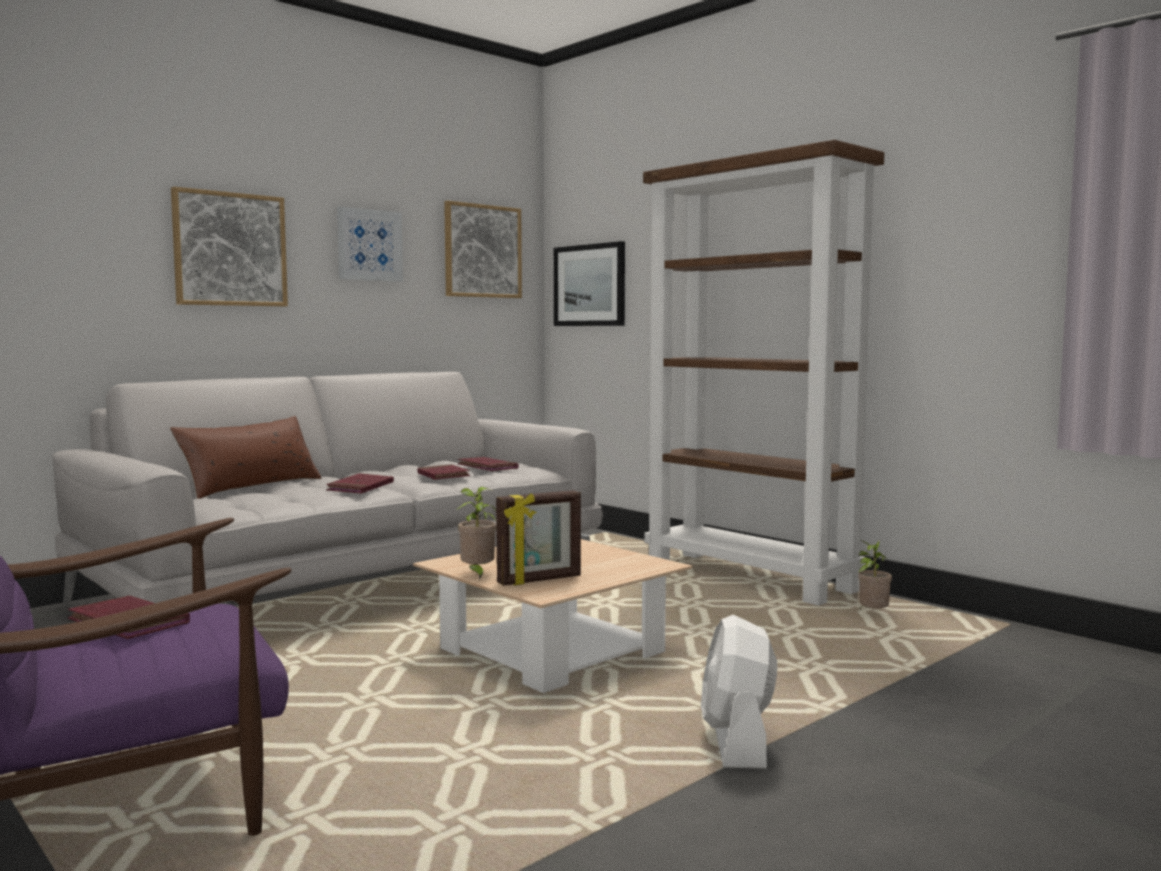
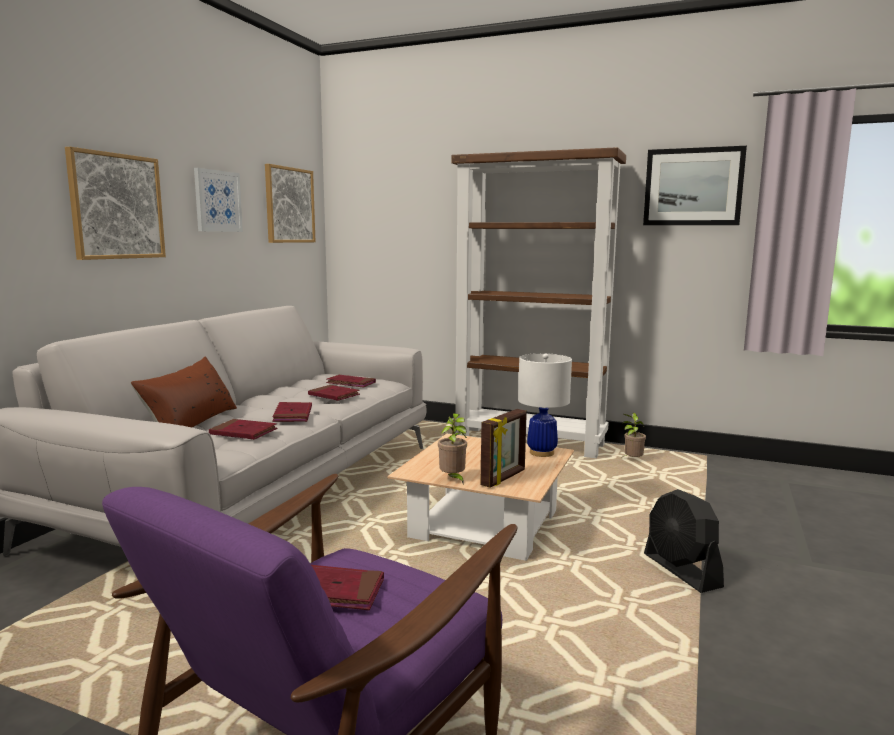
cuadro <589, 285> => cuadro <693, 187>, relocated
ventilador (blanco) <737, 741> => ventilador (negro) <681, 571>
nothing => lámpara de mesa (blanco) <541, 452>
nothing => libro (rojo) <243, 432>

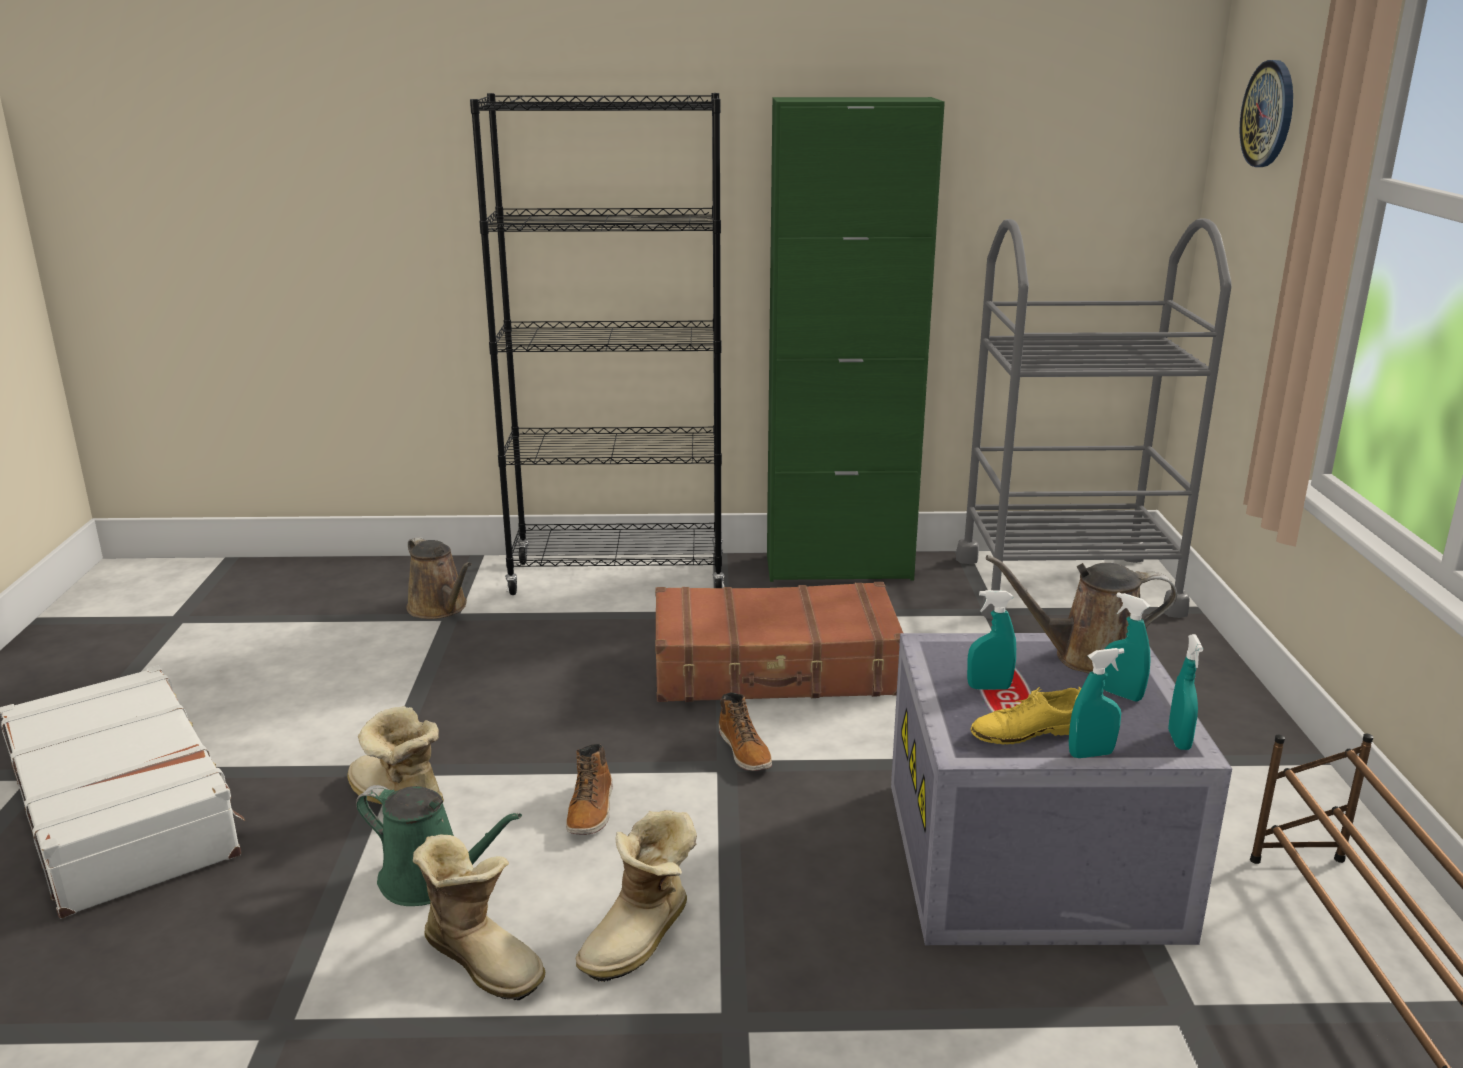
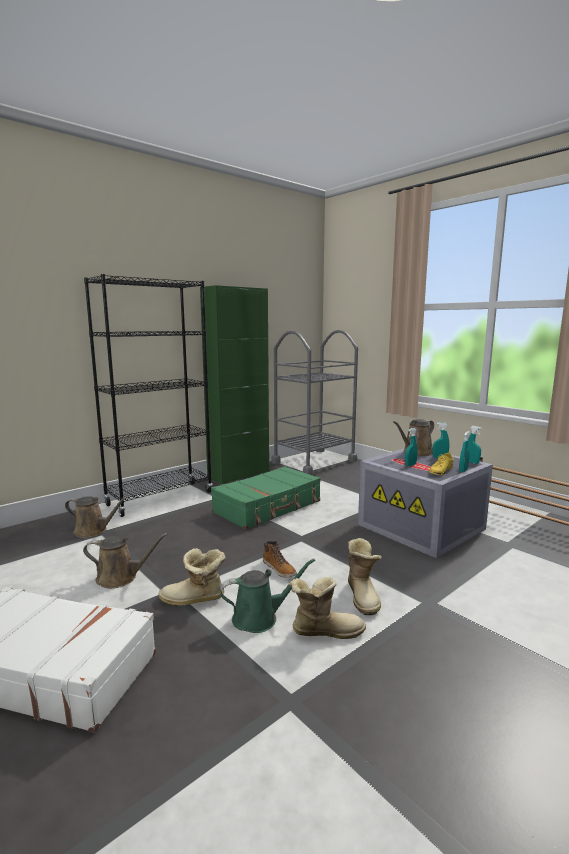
reloj de pared <1269, 114> => nothing
maleta (marrón) <775, 669> => maleta (verde) <268, 507>
bota <745, 751> => nothing
nothing => regadera (marrón) <121, 578>

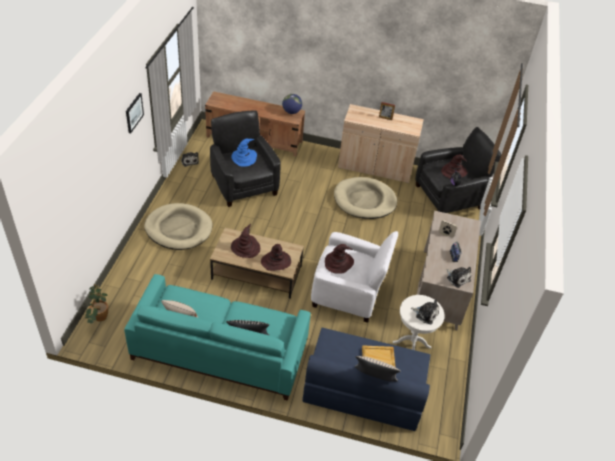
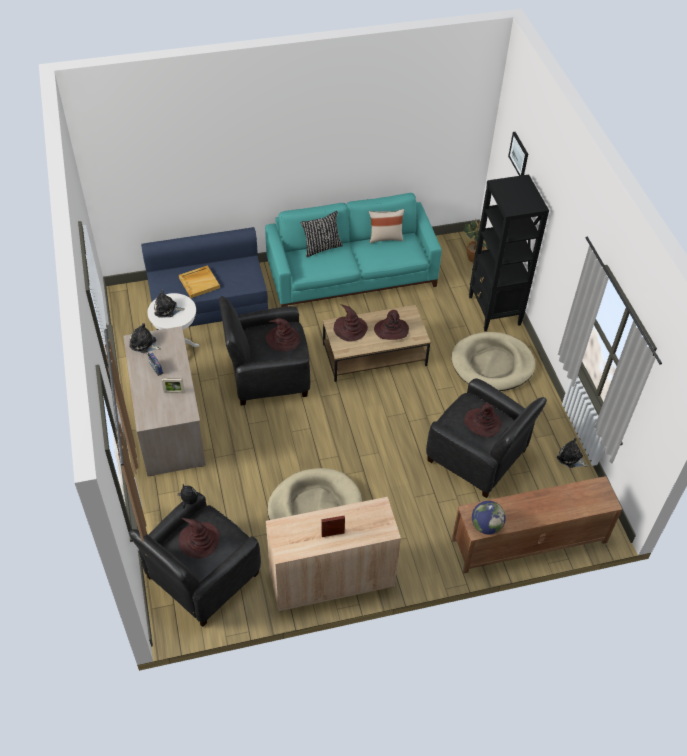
cuadro <134, 112> => cuadro <519, 155>, relocated
sombrero (azul) <244, 158> => sombrero (marrón) <482, 423>
sillón (blanco) <348, 293> => sillón (negro) <267, 374>
cojín (beis) <374, 380> => nothing
nothing => estantería (negro) <494, 311>

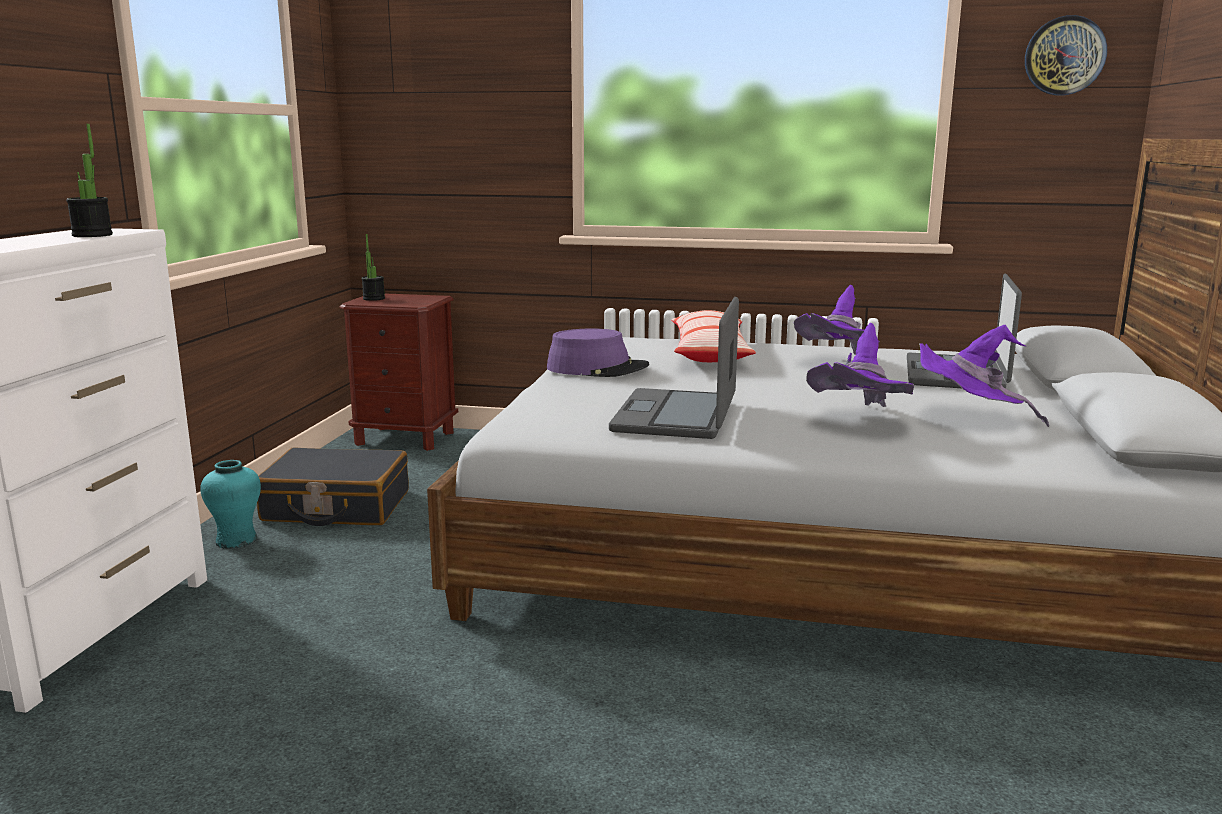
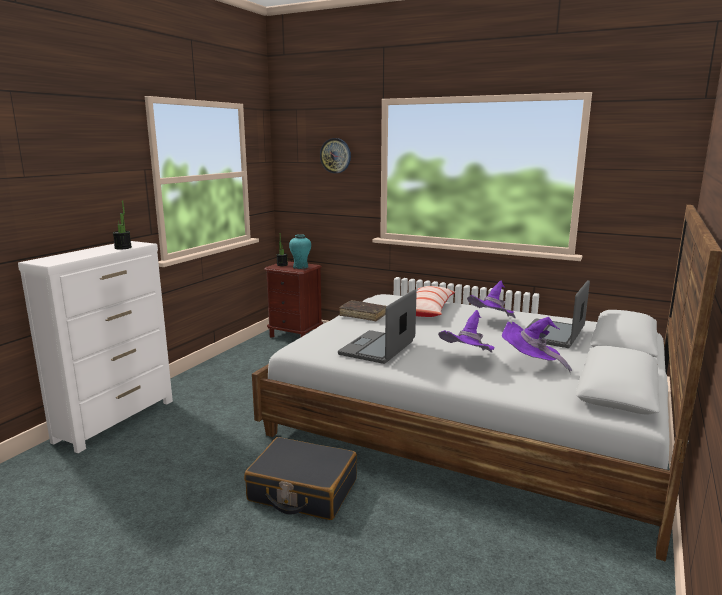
reloj de pared <1064, 56> => reloj de pared <335, 155>, relocated
sombrero (morado) <597, 368> => libro (marrón) <363, 315>
maleta (negro) <336, 506> => maleta (negro) <302, 490>, relocated
florero (turquesa) <236, 541> => florero (turquesa) <300, 267>, relocated

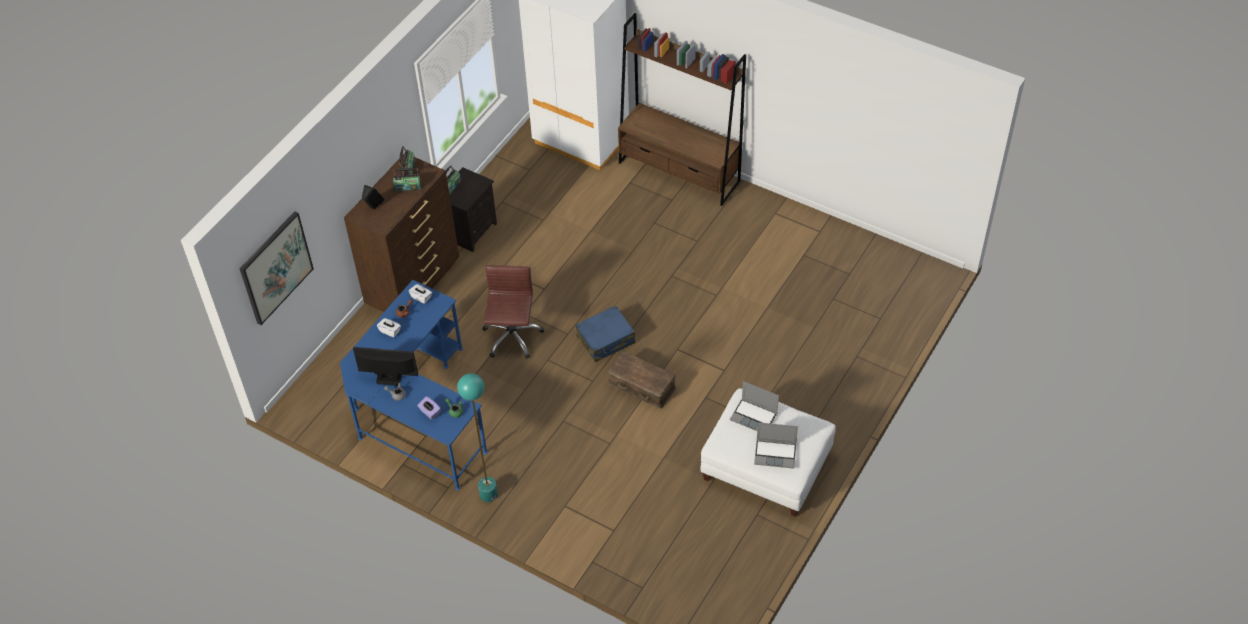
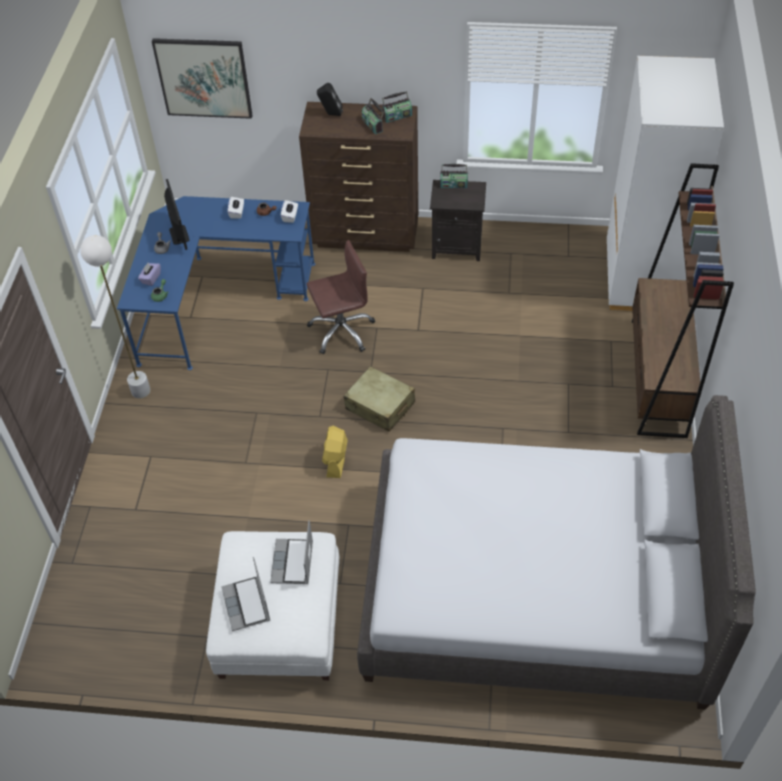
maleta (azul) <606, 339> => maleta (beis) <380, 406>
caja de almacenaje (marrón) <642, 385> => ventilador (amarillo) <336, 460>
lámpara de pie (turquesa) <488, 494> => lámpara de pie (blanco) <140, 391>
nothing => cama (gris) <536, 589>

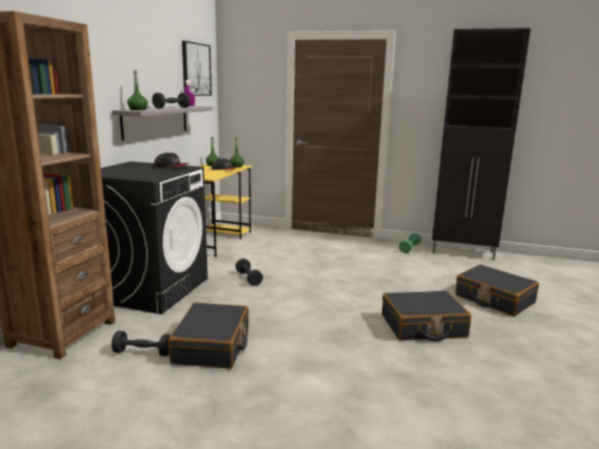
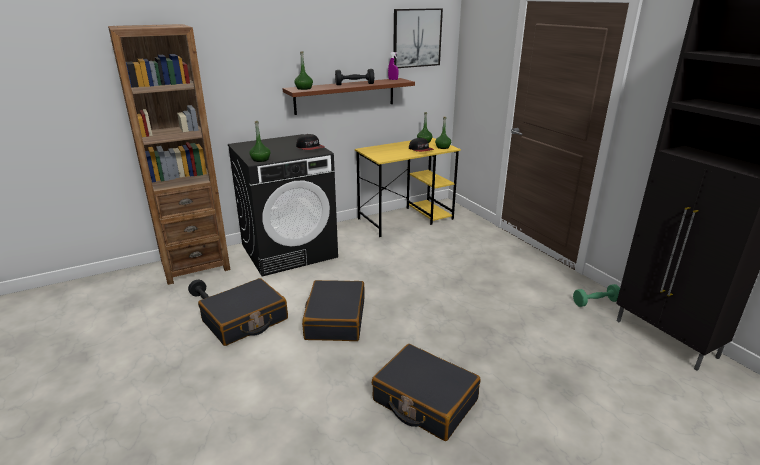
estante (gris) <156, 121> => estante (marrón) <345, 96>
mancuerna (negro) <248, 278> => nothing
maleta (negro) <494, 299> => maleta (negro) <335, 319>, relocated
nothing => botella (verde) <260, 159>

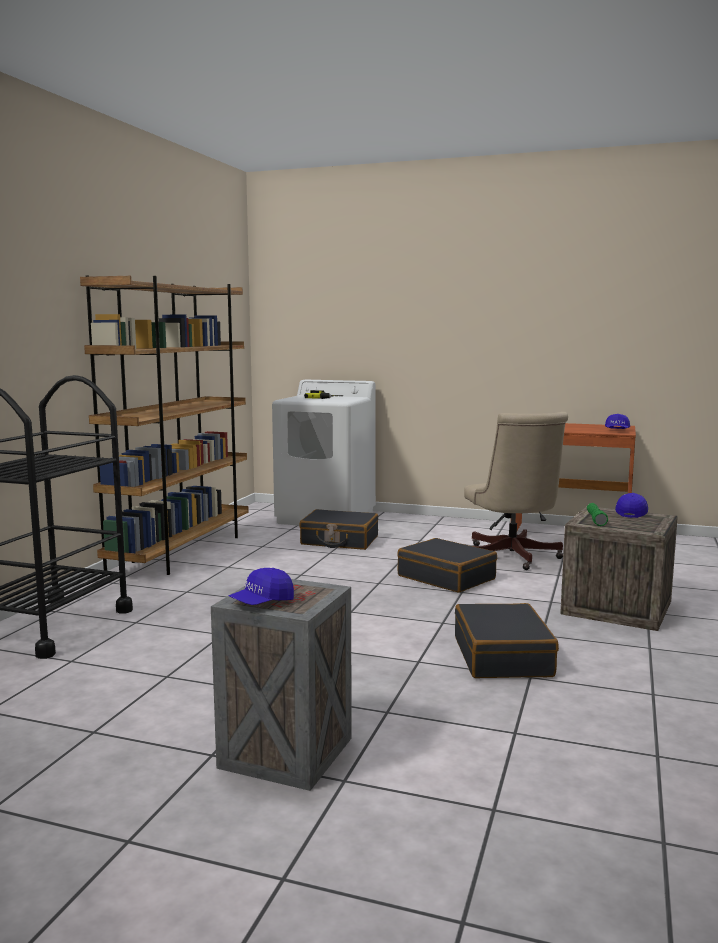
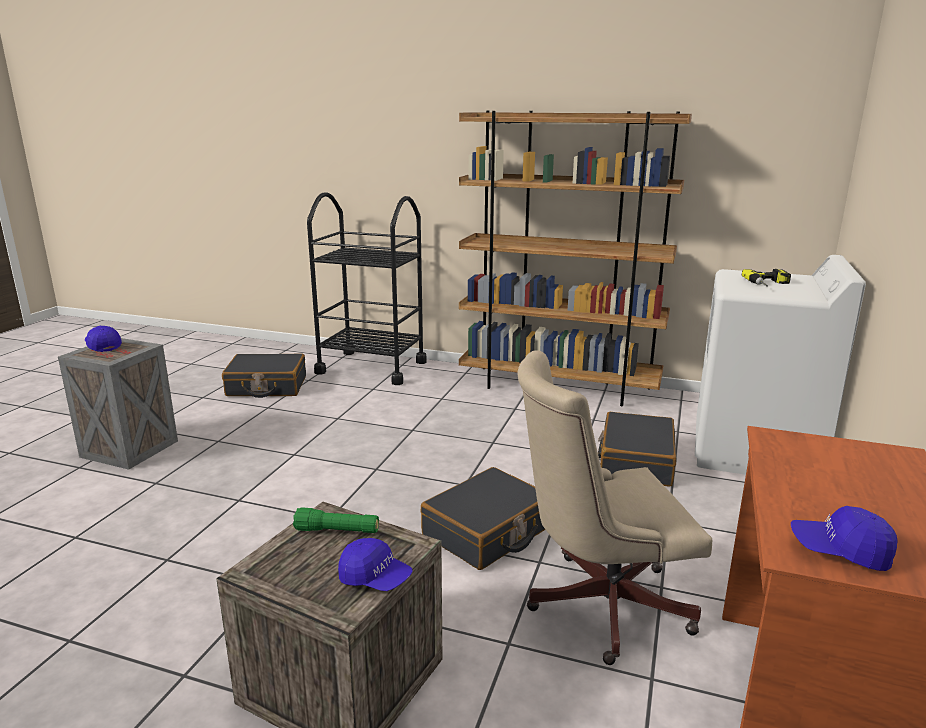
maleta (negro) <503, 657> => maleta (negro) <266, 386>, relocated

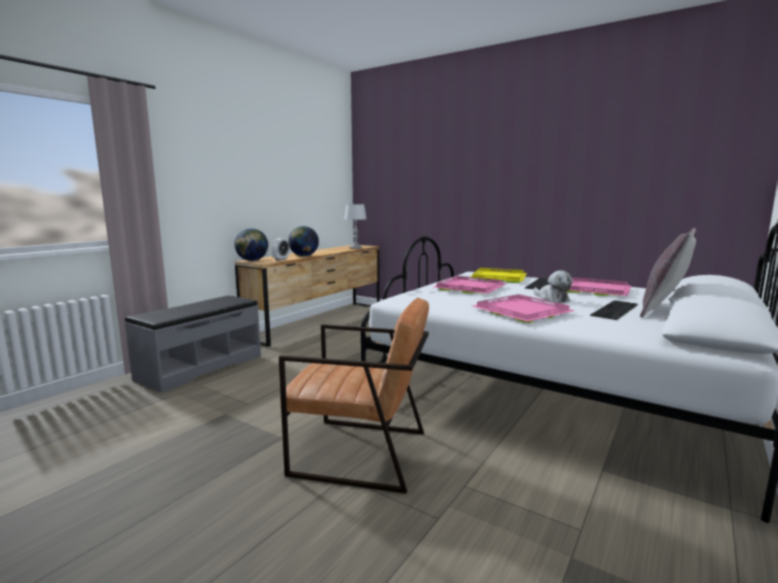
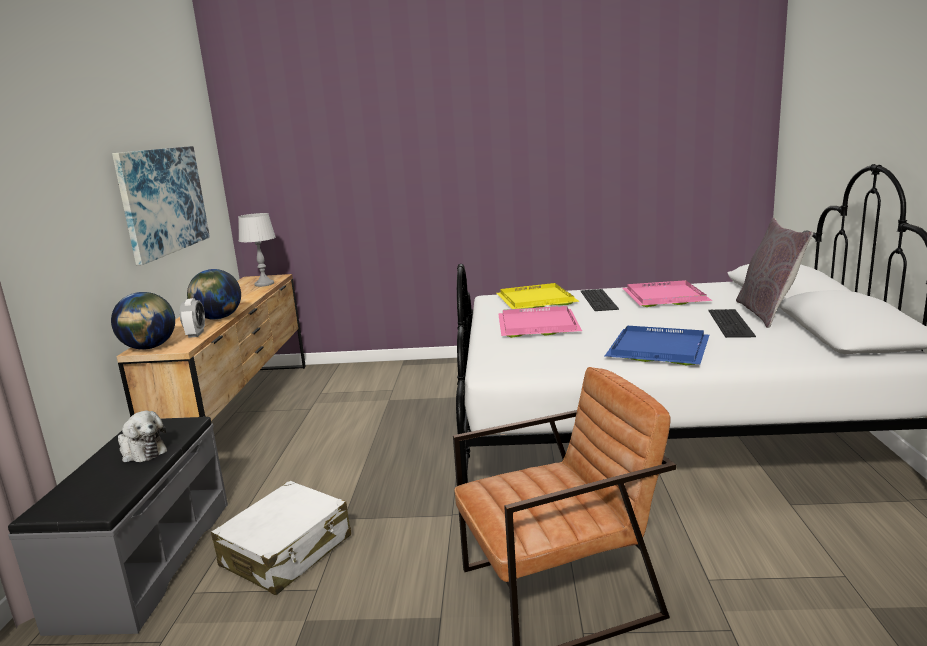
peluche <551, 299> => peluche <141, 452>, relocated
bandeja (rosa) <522, 312> => bandeja (azul) <659, 350>
nothing => cuadro <163, 201>
nothing => maleta (blanco) <287, 551>

